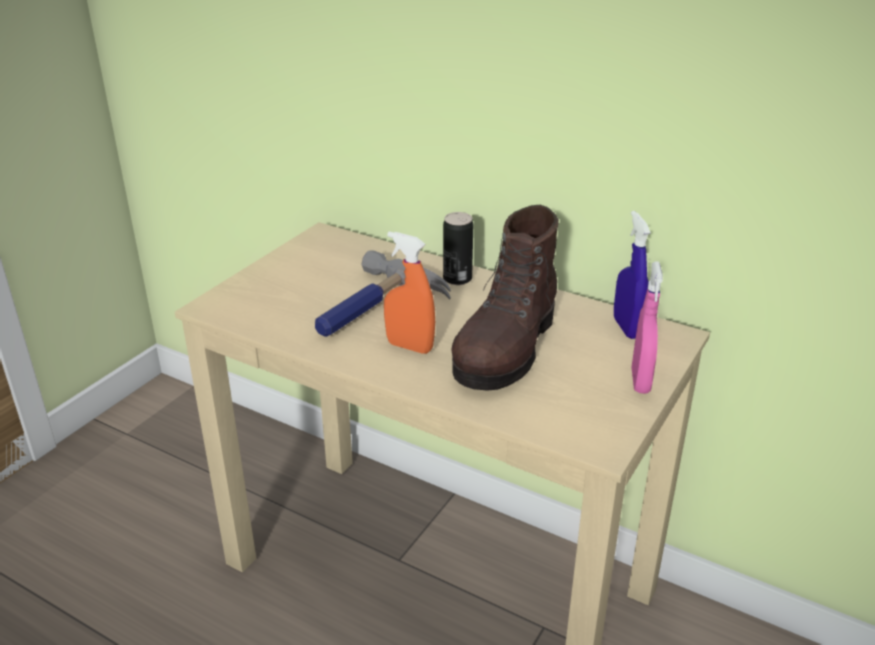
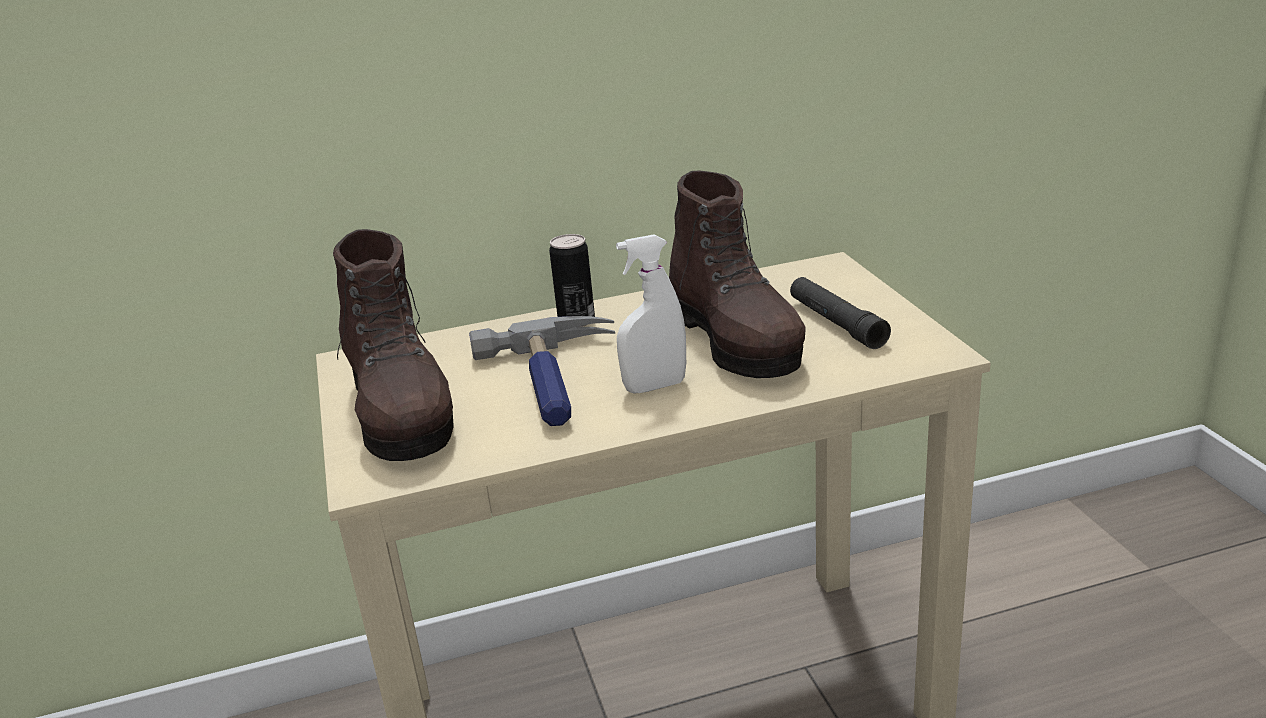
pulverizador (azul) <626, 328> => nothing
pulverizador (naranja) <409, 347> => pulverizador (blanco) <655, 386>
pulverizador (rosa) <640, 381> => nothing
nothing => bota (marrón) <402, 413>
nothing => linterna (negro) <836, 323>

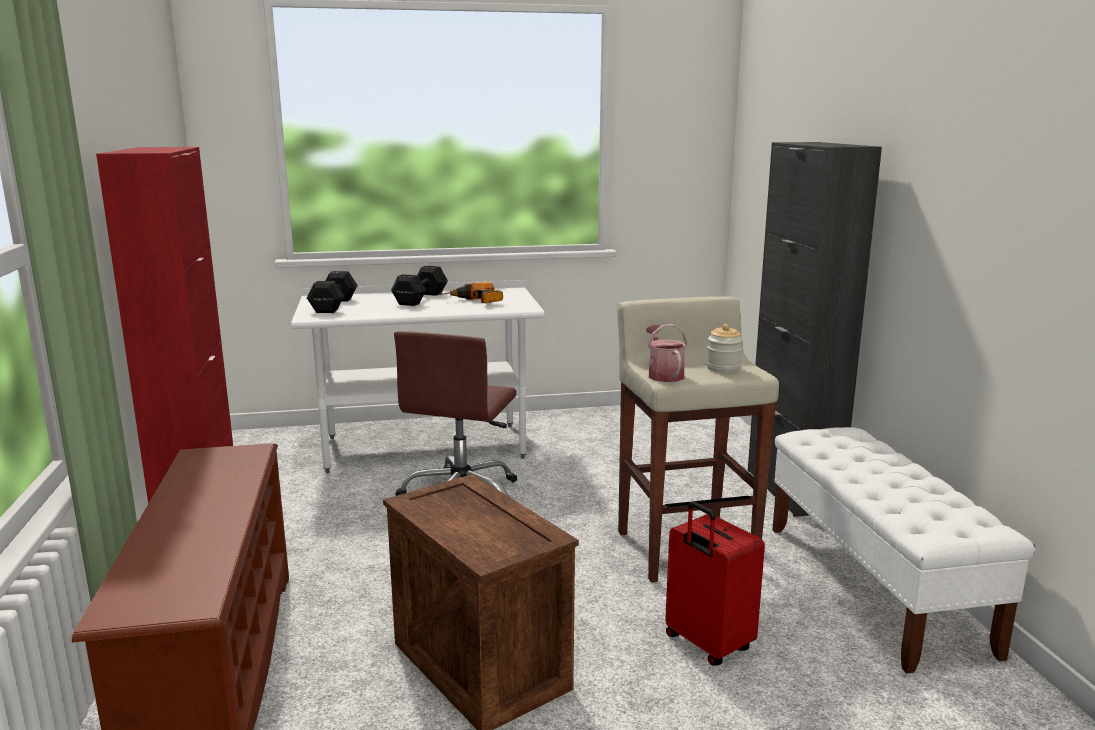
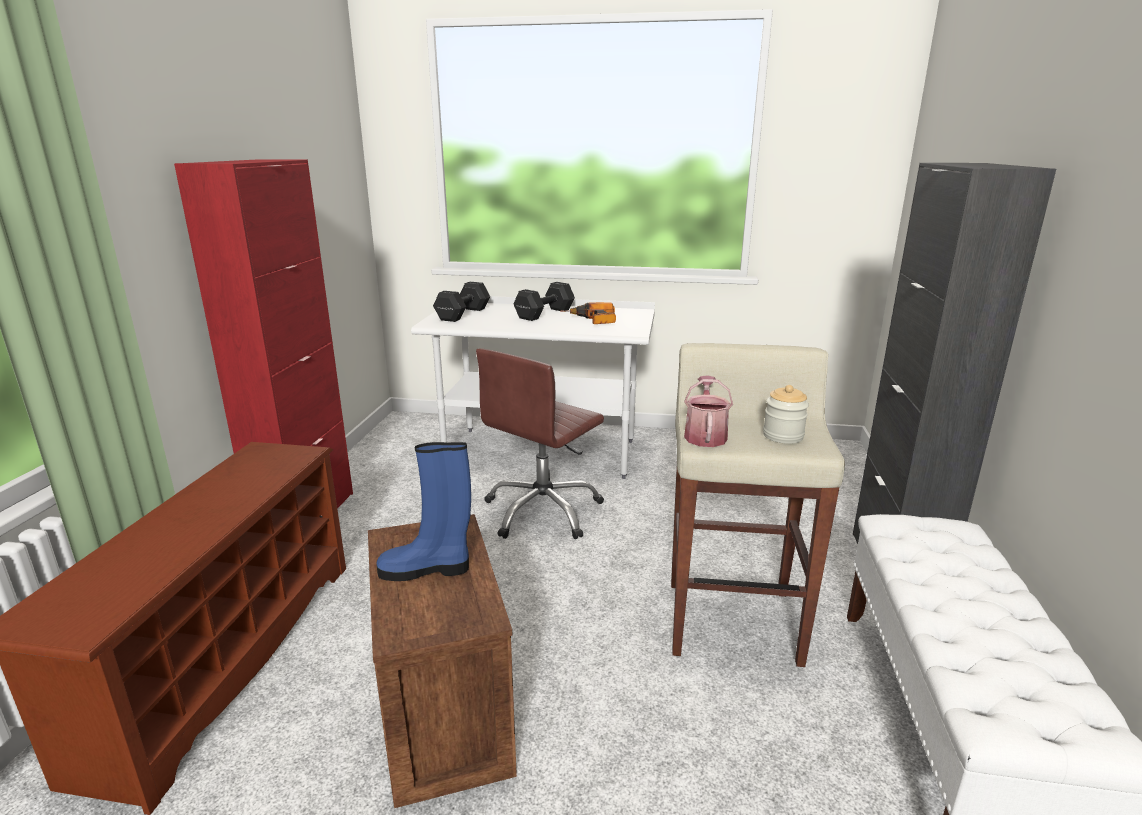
maleta (rojo) <706, 644> => nothing
nothing => bota (azul) <427, 569>

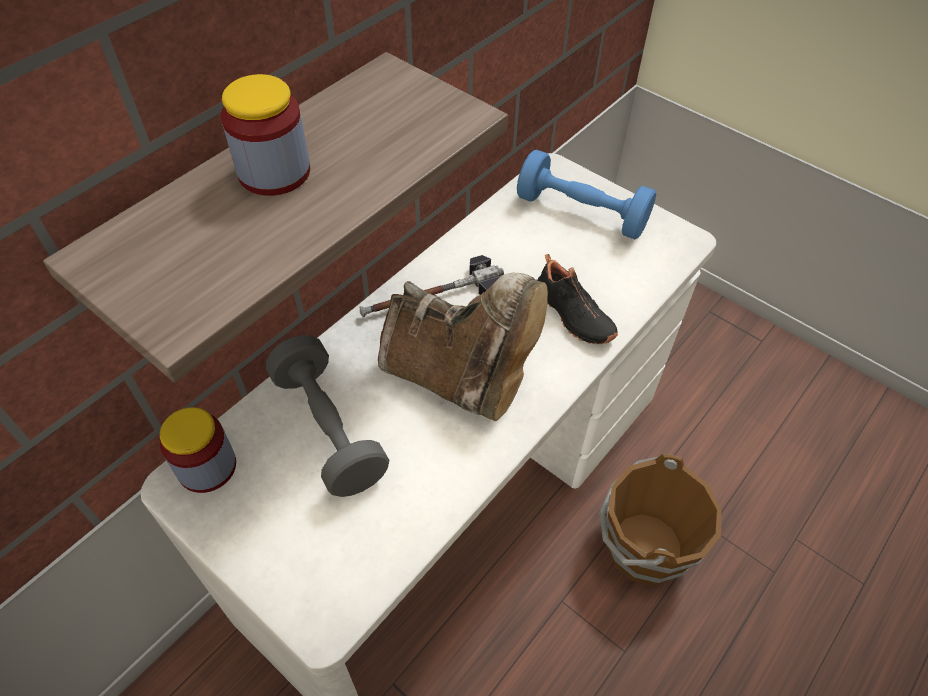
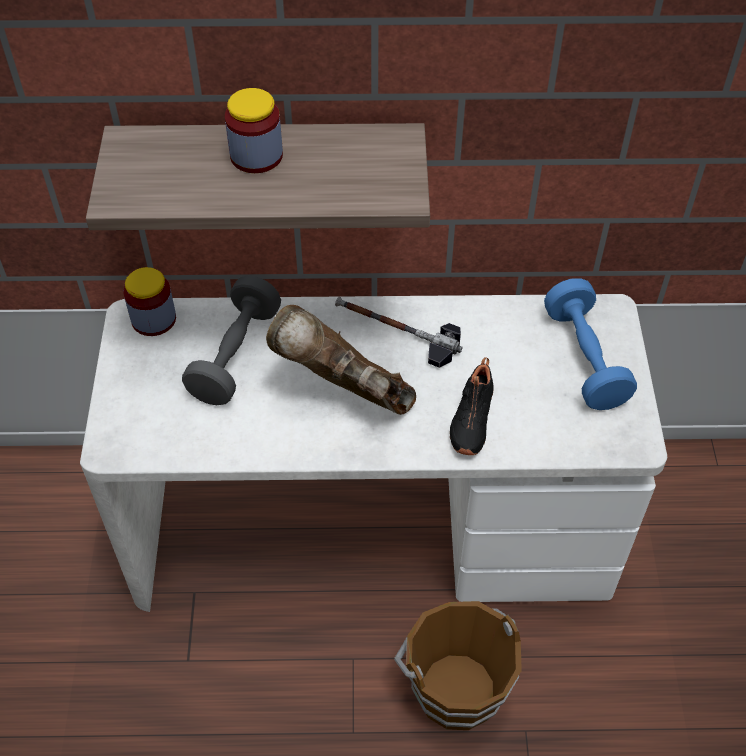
bota (marrón) <460, 379> => bota (marrón) <343, 393>, 135 degrees clockwise

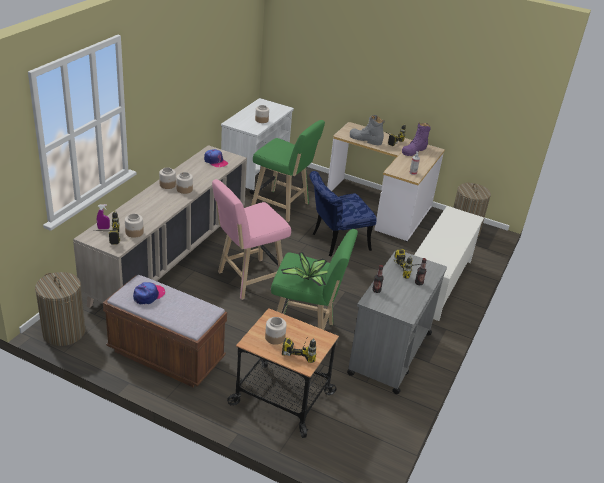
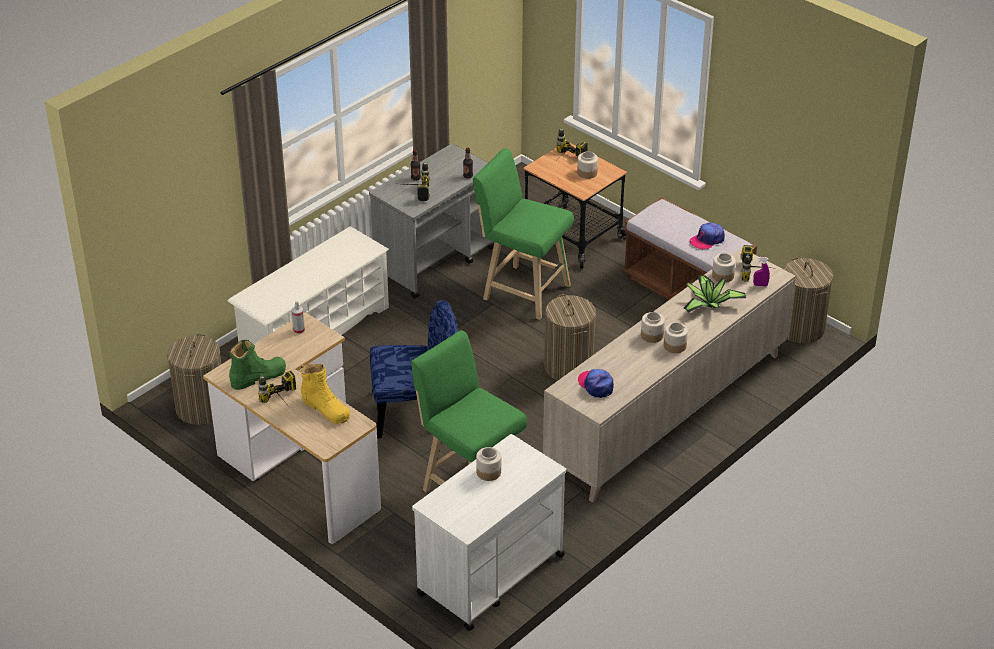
bota (gris) <365, 140> => bota (amarillo) <325, 408>
bota (morado) <414, 150> => bota (verde) <258, 377>
taburete (rosa) <247, 280> => cesto de la ropa <568, 367>
planta en maceta <309, 279> => planta en maceta <709, 304>, relocated

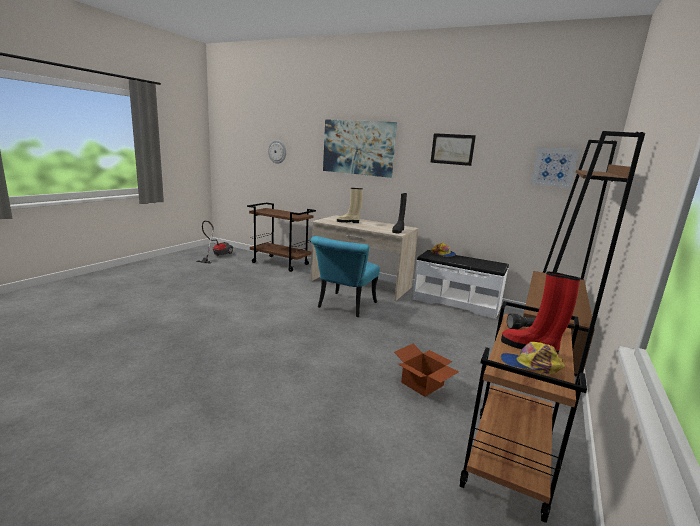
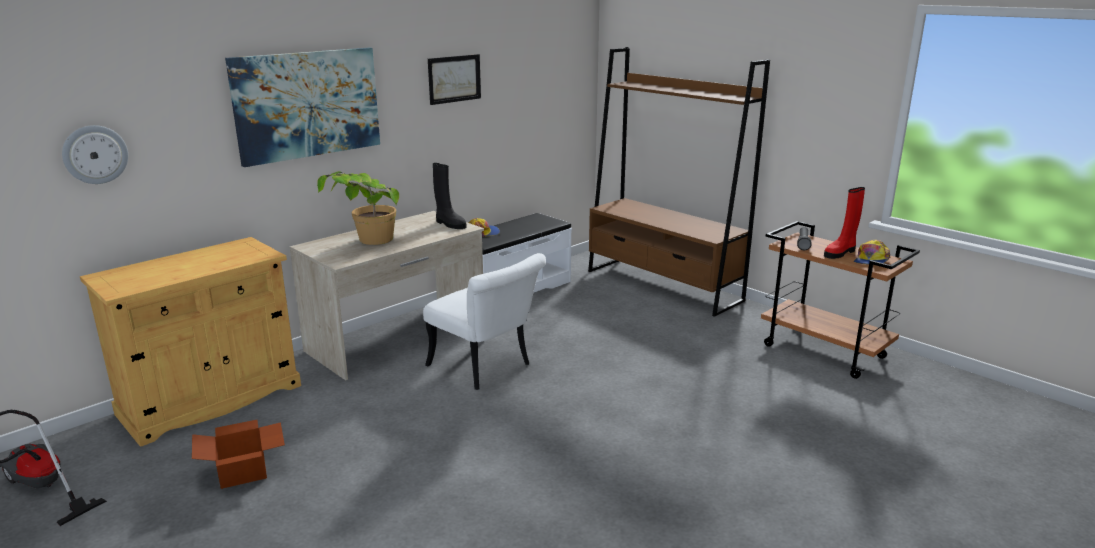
cuadro <554, 167> => nothing
bota (beis) <348, 222> => planta en maceta <363, 244>
carrito (marrón) <281, 263> => armario (beis) <211, 400>
silla (turquesa) <344, 307> => silla (blanco) <486, 368>
caja de cartón <422, 384> => caja de cartón <244, 471>, relocated

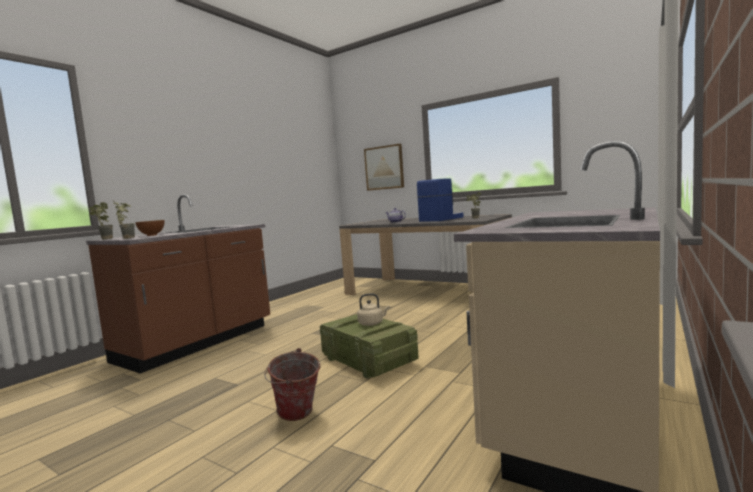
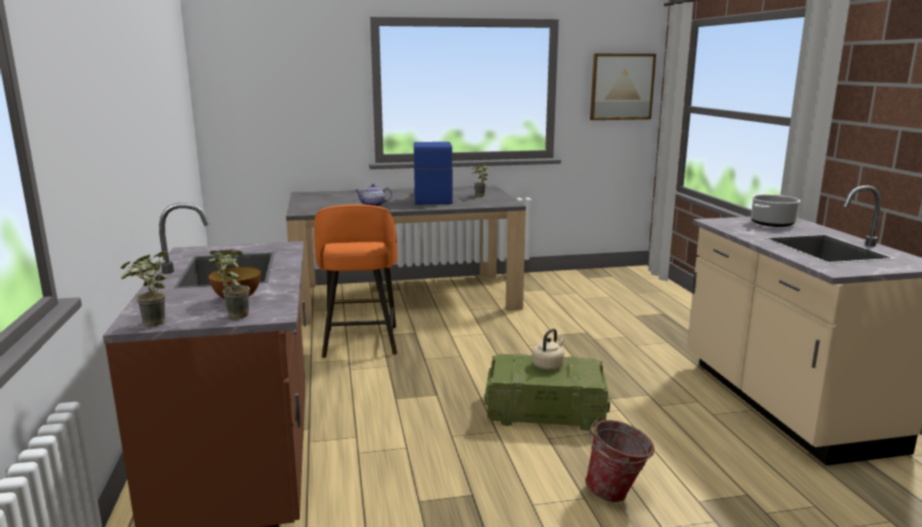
cuadro <384, 167> => cuadro <621, 87>, relocated
nothing => olla <772, 223>
nothing => taburete (naranja) <360, 343>

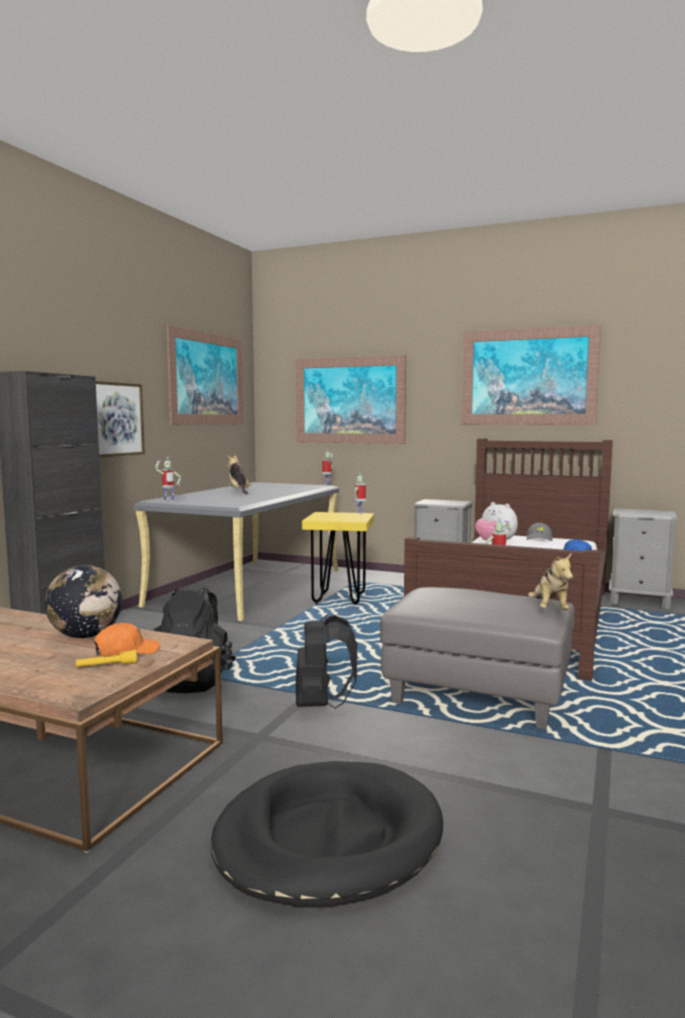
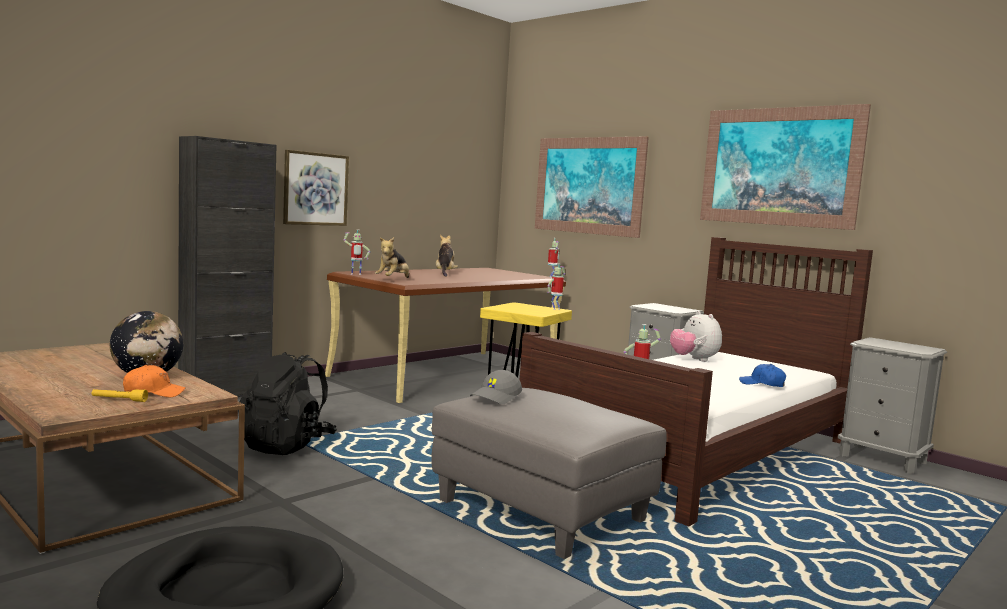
cuadro <207, 379> => nothing
escritorio (gris) <249, 586> => escritorio (marrón) <448, 374>
gorra (gris) <540, 539> => gorra (gris) <496, 397>, relocated
peluche <549, 610> => peluche <393, 280>, relocated
mochila (negro) <321, 704> => nothing

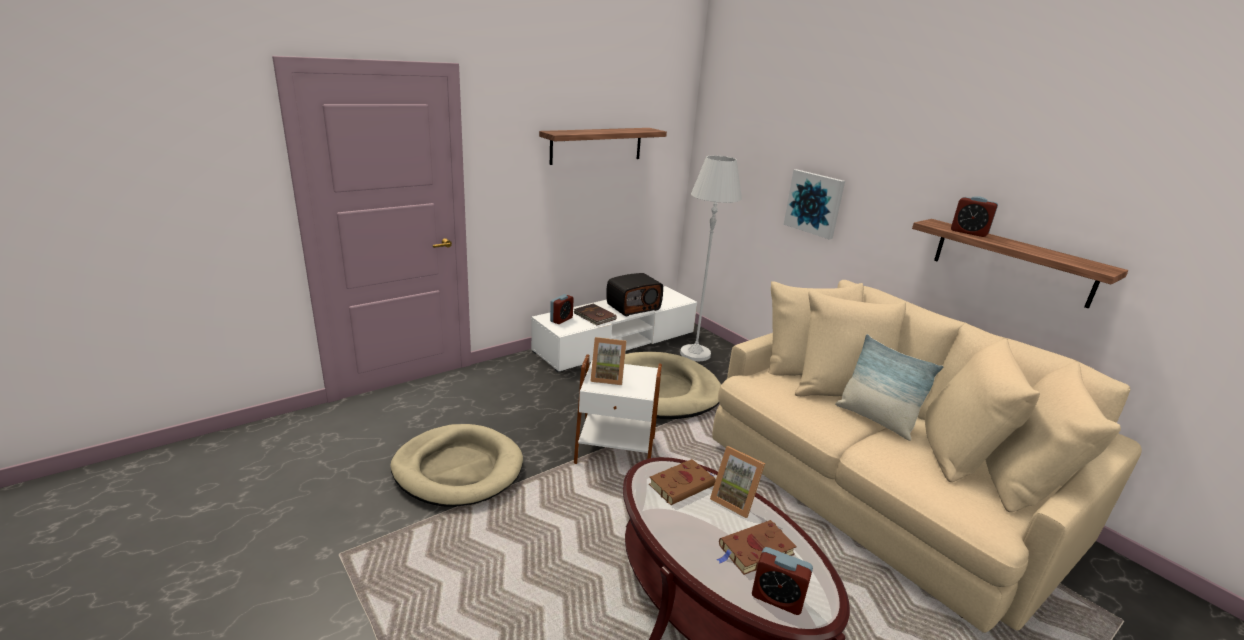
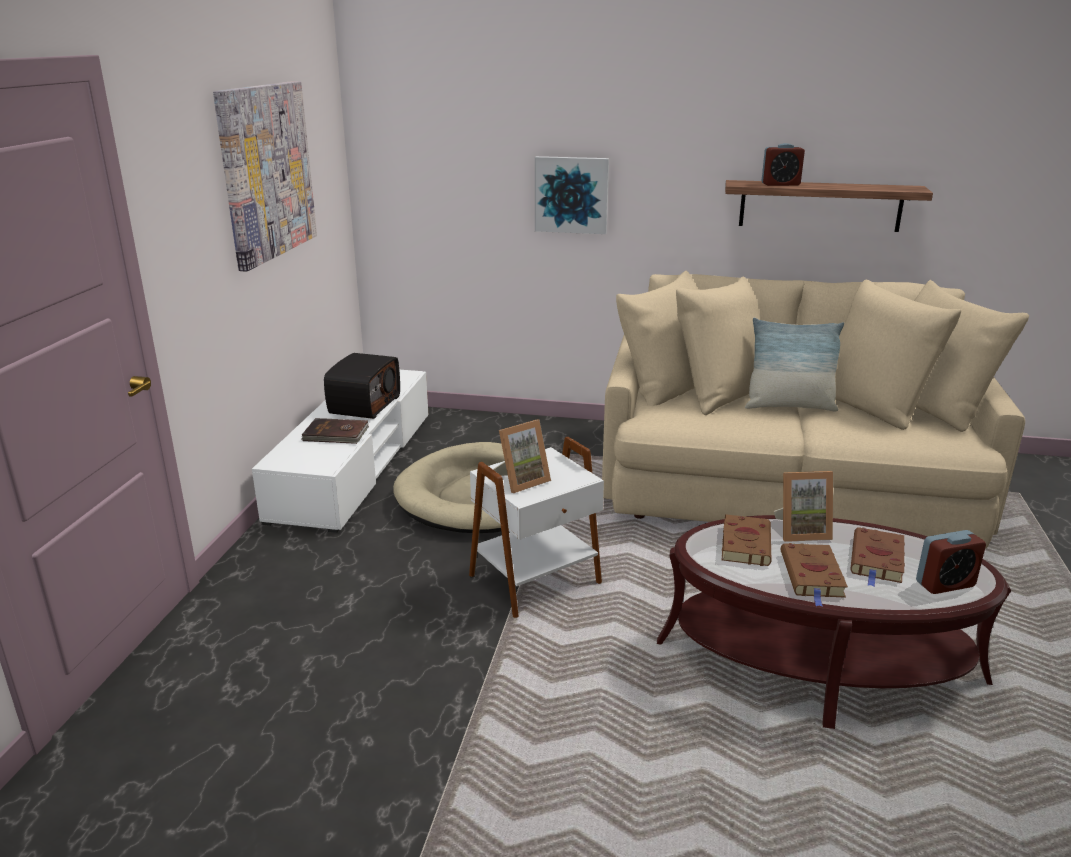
estante <597, 145> => cuadro <266, 172>
lámpara de pie (blanco) <695, 354> => nothing
despertador <561, 319> => nothing
cama para perro (beis) <458, 469> => nothing
nothing => libro (marrón) <813, 576>

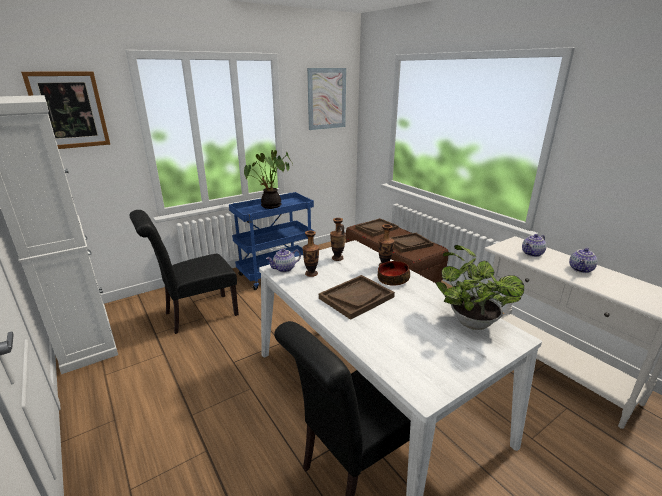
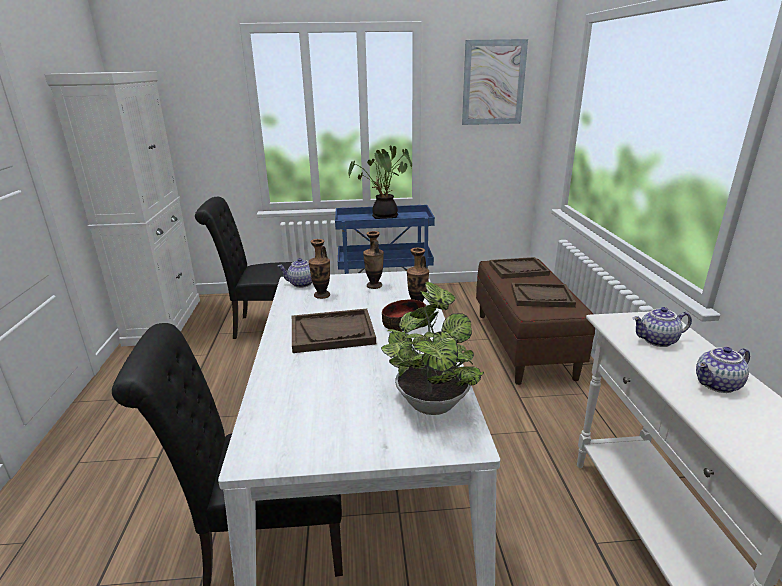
cuadro <69, 110> => nothing

